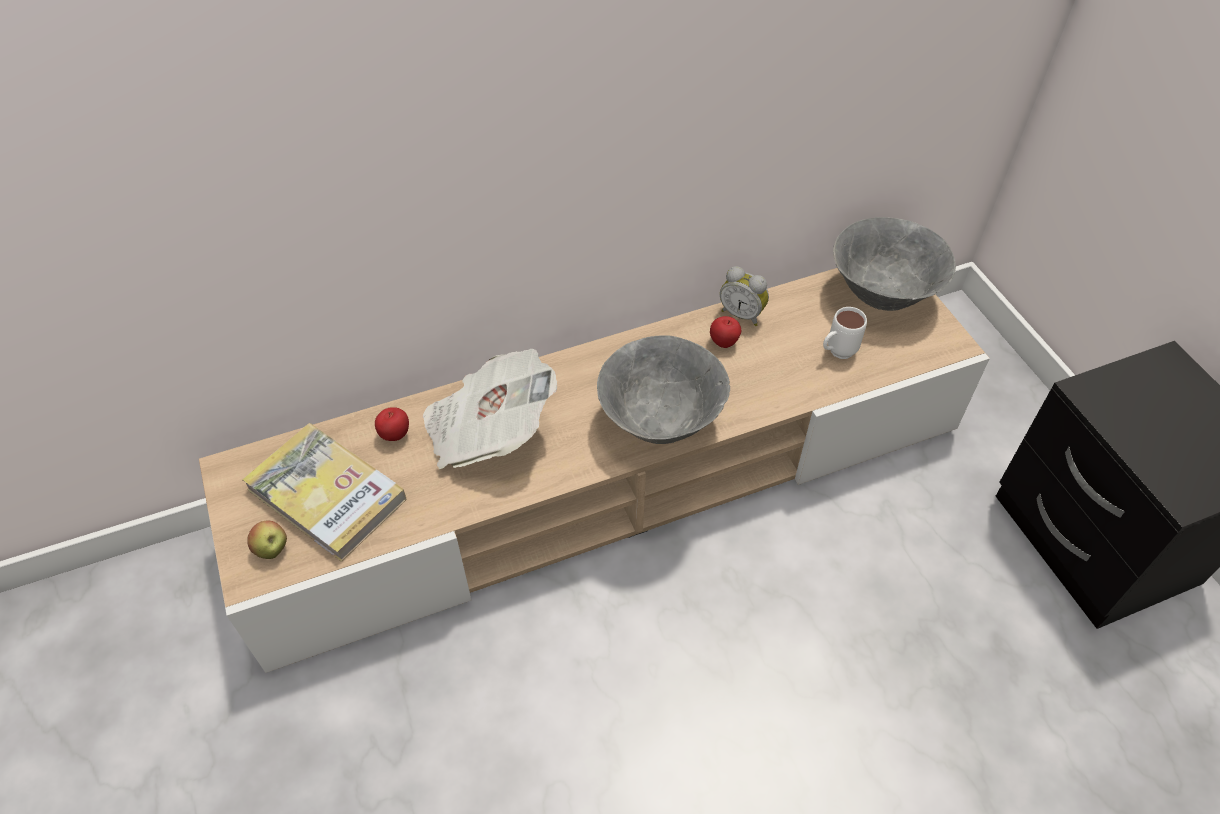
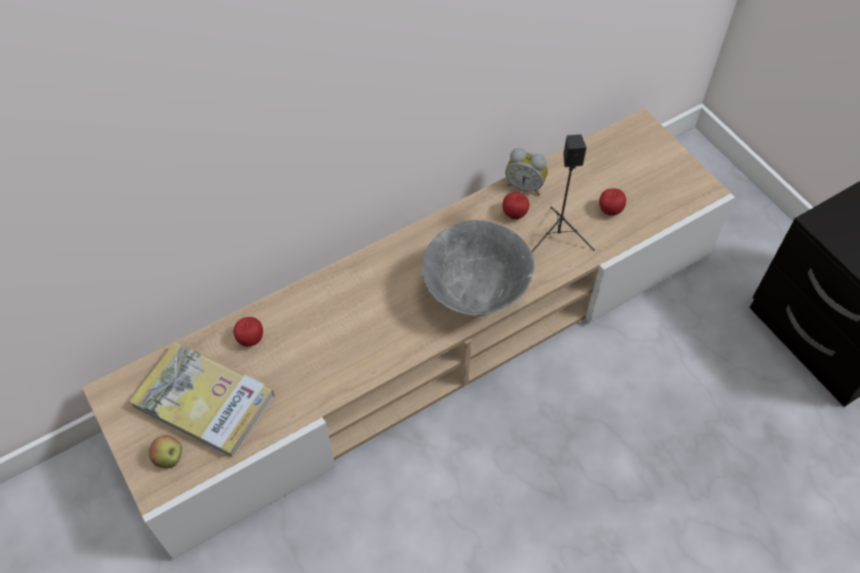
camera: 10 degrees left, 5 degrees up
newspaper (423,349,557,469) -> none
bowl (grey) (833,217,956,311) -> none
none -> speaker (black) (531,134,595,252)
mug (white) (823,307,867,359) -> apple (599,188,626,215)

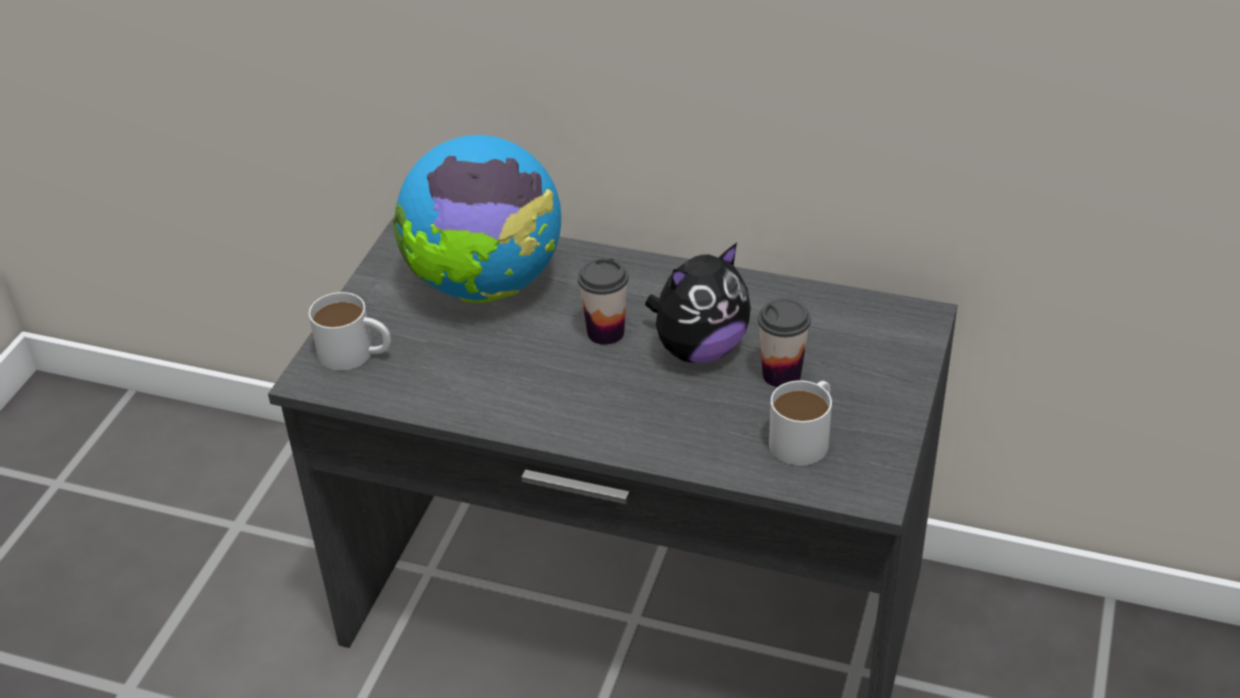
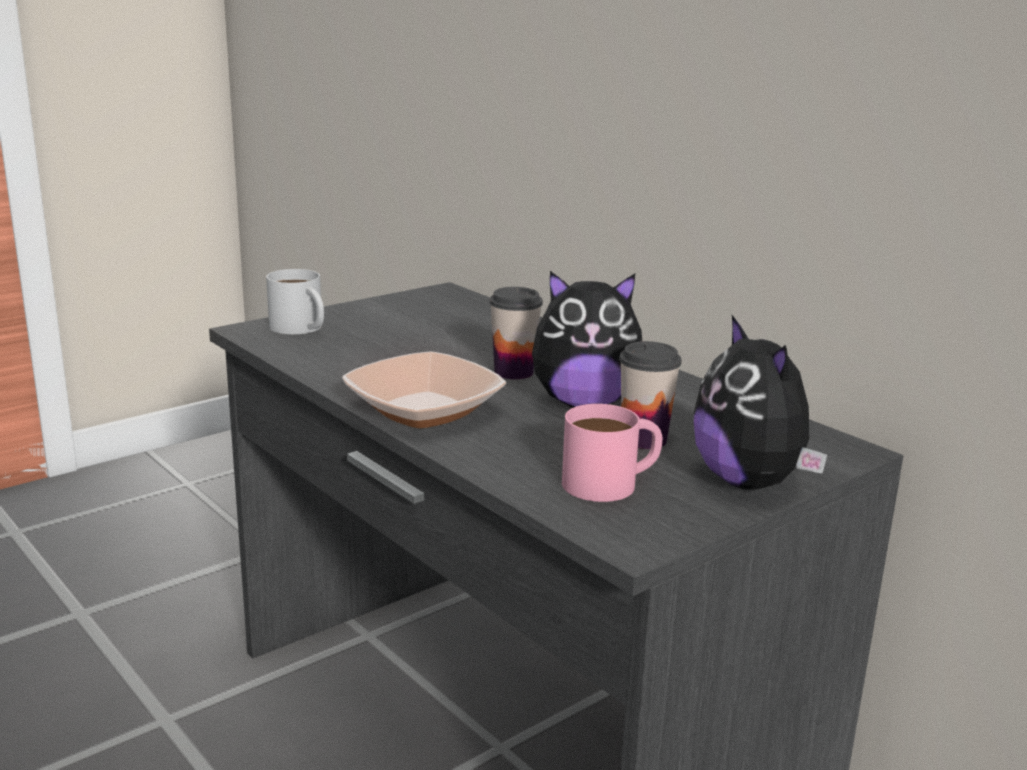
camera: 30 degrees right, 20 degrees down
globe (393,135,561,303) -> none
none -> bowl (342,351,506,428)
none -> plush toy (694,315,827,490)
mug (white) (769,380,832,466) -> mug (pink) (562,404,662,502)

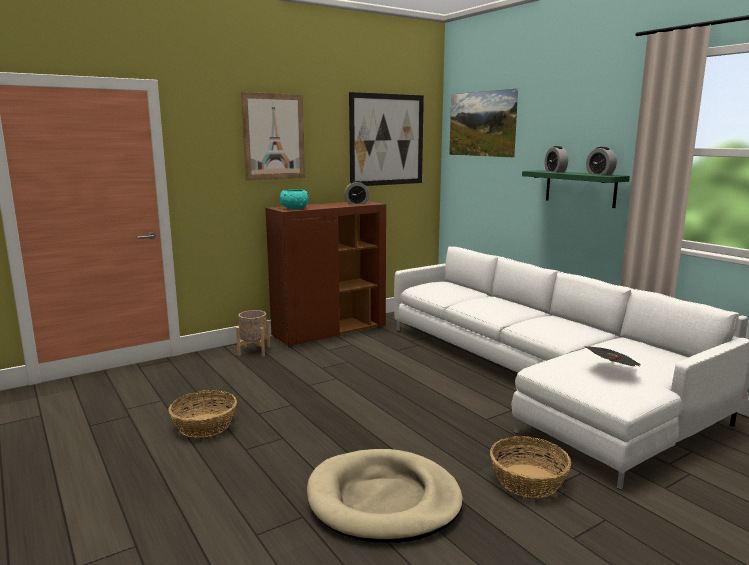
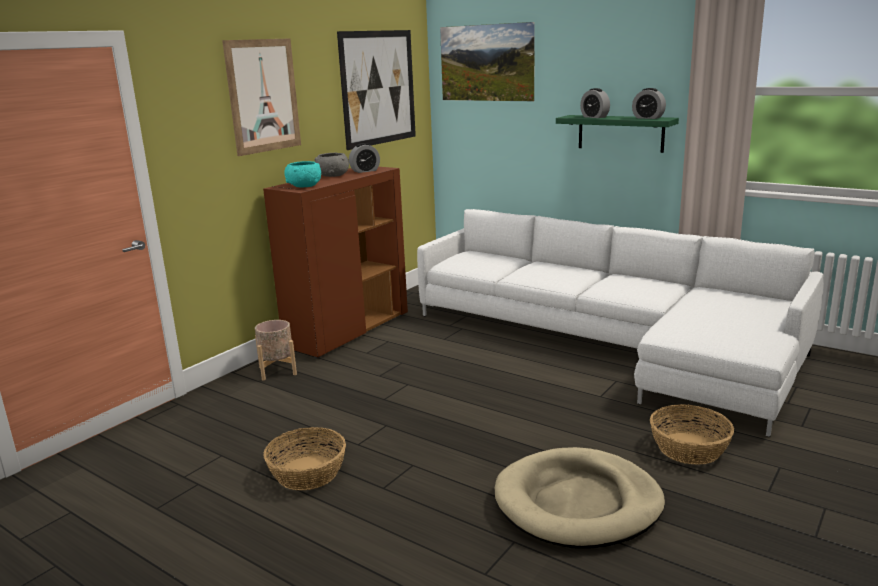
camera: 20 degrees left, 5 degrees up
newspaper (584,346,641,367) -> none
none -> bowl (grey) (315,153,349,177)

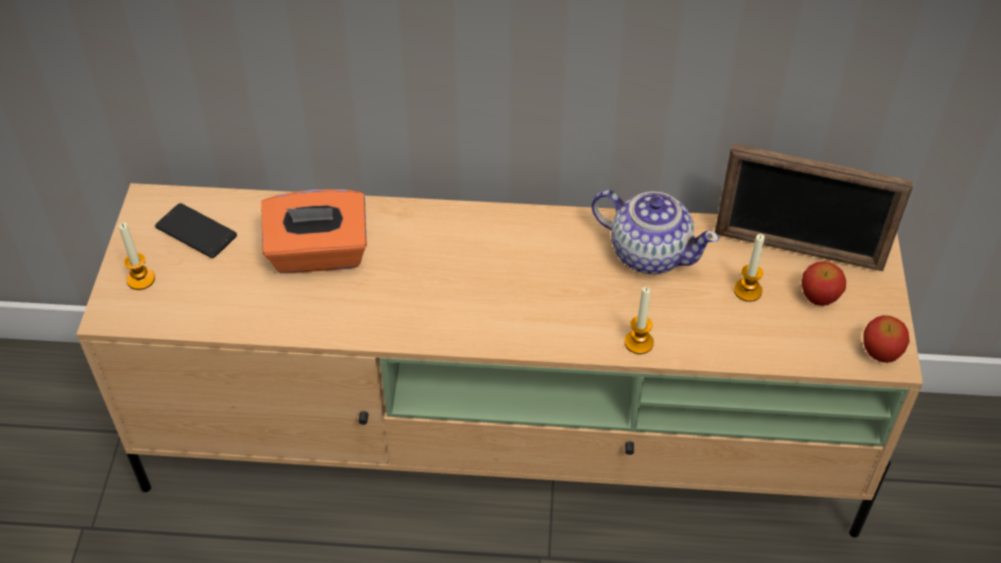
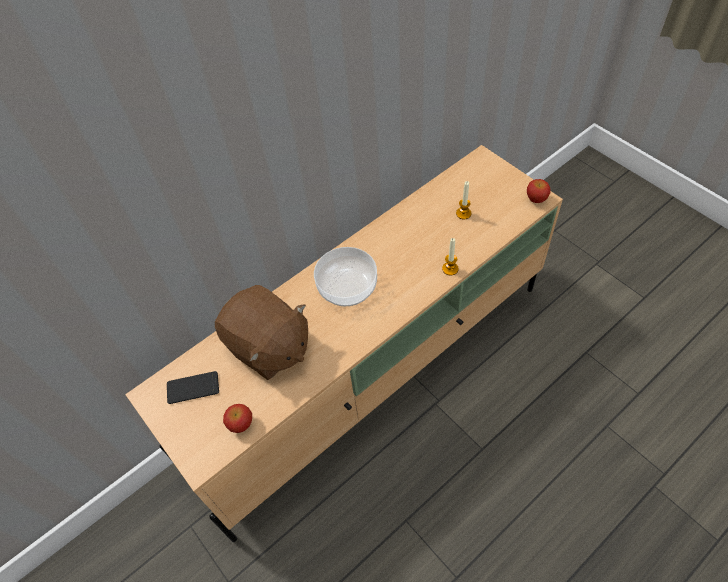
camera: 40 degrees left, 5 degrees up
candle (119,222,155,290) -> none
teapot (591,190,719,274) -> none
picture frame (715,143,914,271) -> none
none -> bowl (314,247,377,306)
apple (802,261,846,306) -> apple (223,404,252,433), shifted
tissue box (orange) (261,189,367,273) -> plush toy (brown) (215,285,308,380)

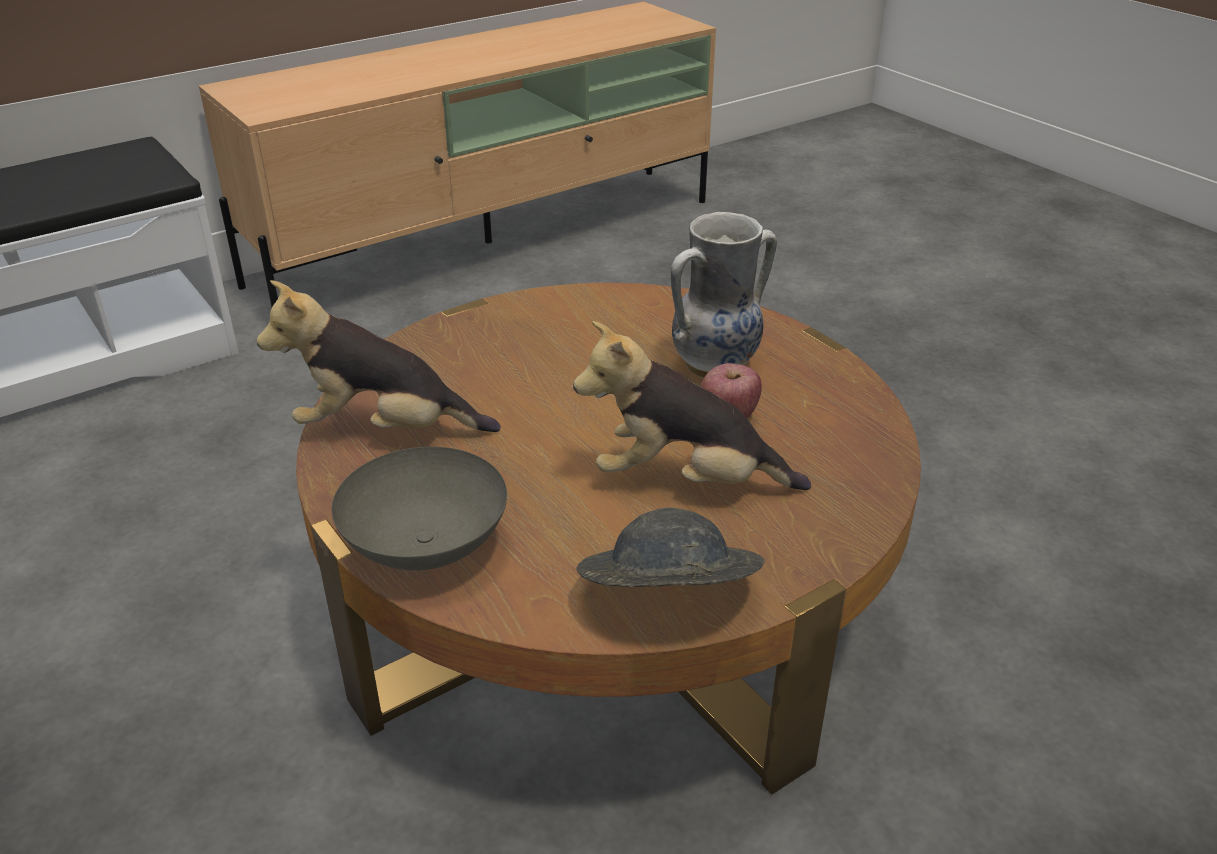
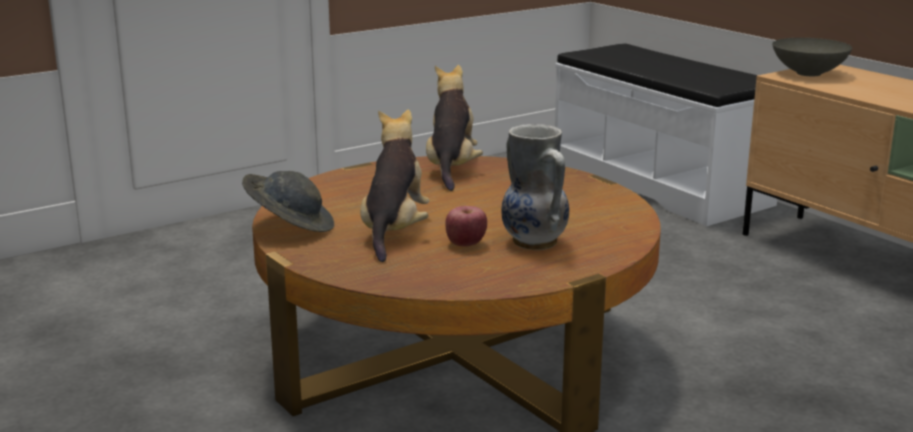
camera: 90 degrees right, 15 degrees down
bowl (grey) (332,447,507,570) -> bowl (grey) (772,38,852,76), shifted

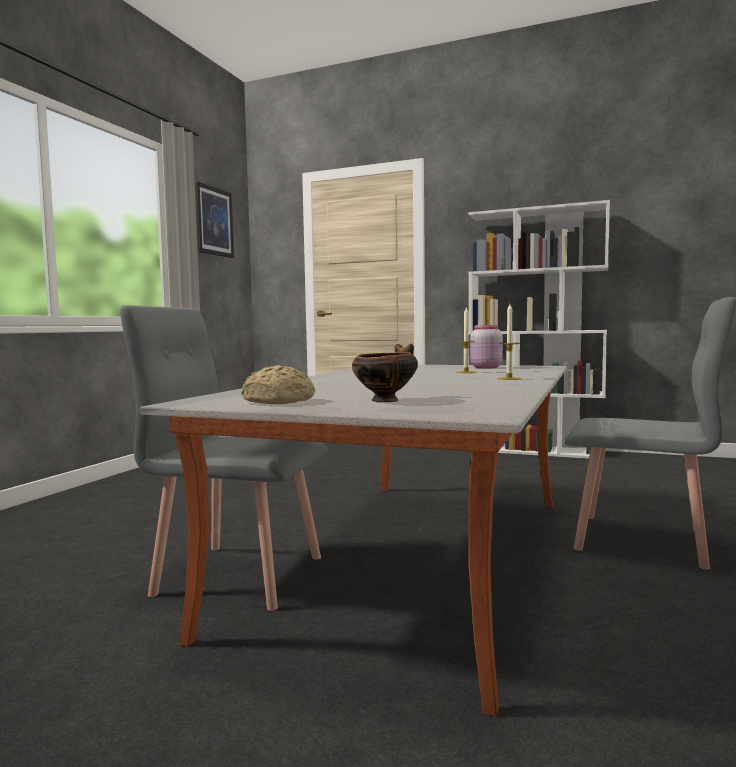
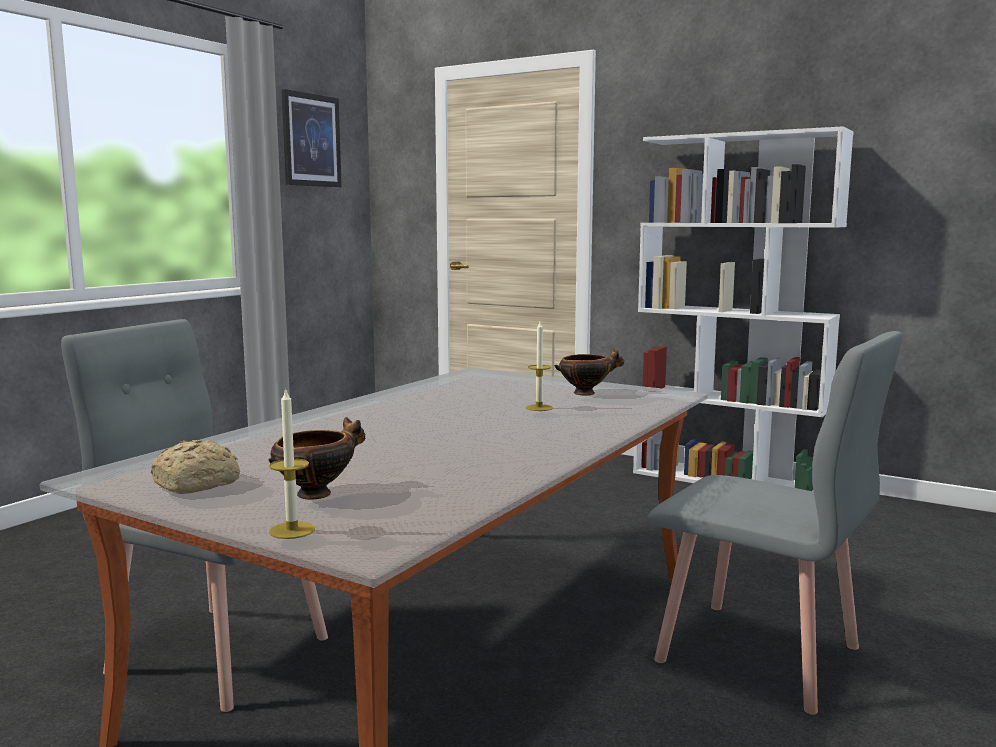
camera: 10 degrees right, 5 degrees up
candle (497,304,521,380) -> candle (269,387,315,539), shifted
jar (pink) (470,325,503,369) -> bowl (554,349,624,396)

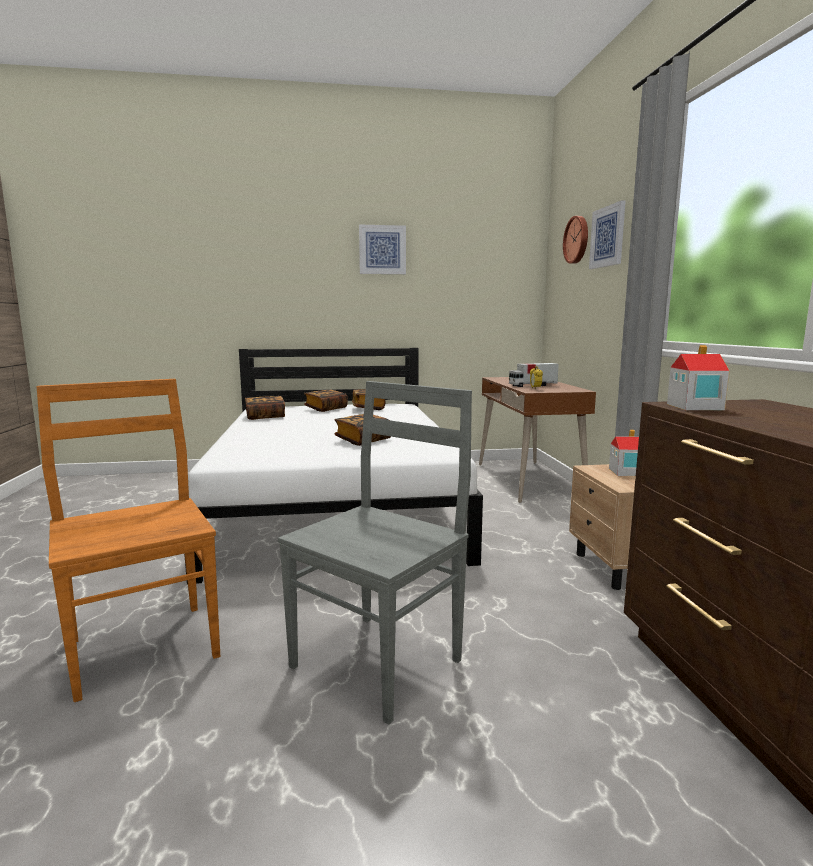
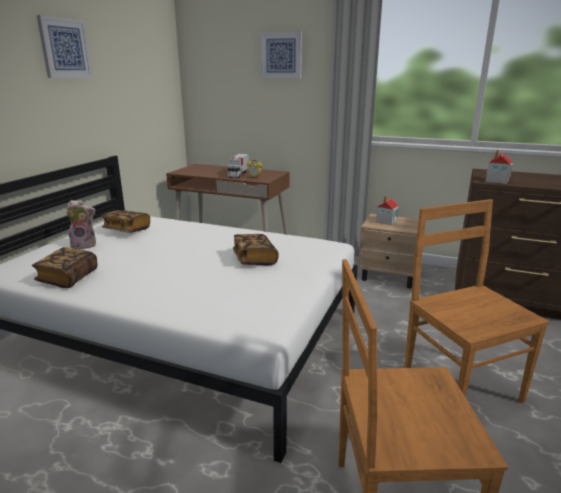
camera: 60 degrees left, 10 degrees up
wall clock (563,216,588,264) -> none
book (304,389,348,412) -> plush toy (66,200,96,249)
chair (grey) (278,381,472,725) -> chair (brown) (404,199,550,403)

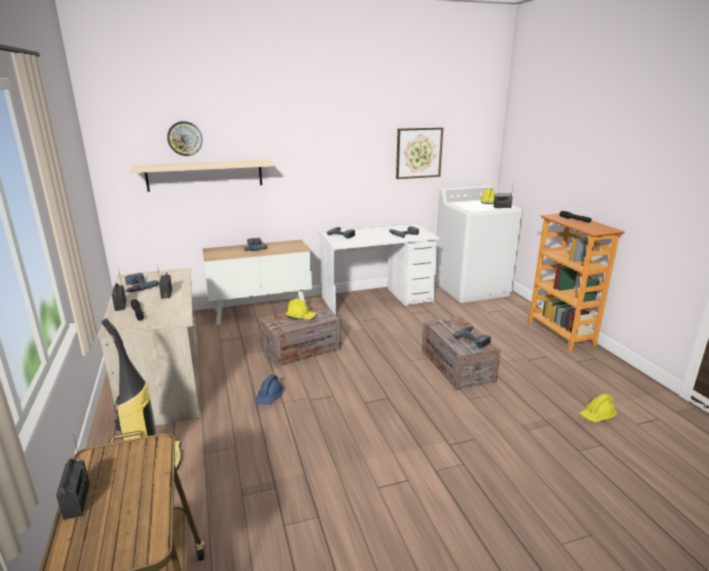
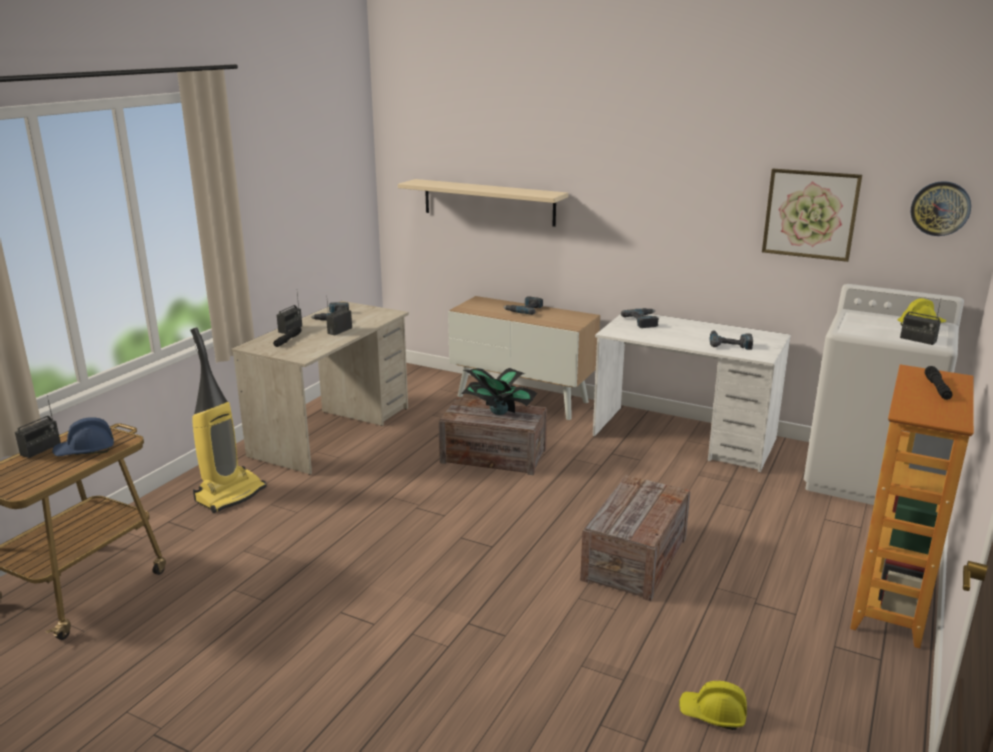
camera: 45 degrees right, 0 degrees up
power drill (453,326,491,348) -> none
wall clock (167,121,203,156) -> wall clock (910,181,971,236), shifted
hard hat (blue) (254,375,284,405) -> hard hat (blue) (52,417,114,456), shifted
hard hat (yellow) (286,299,317,319) -> potted plant (461,368,537,415)

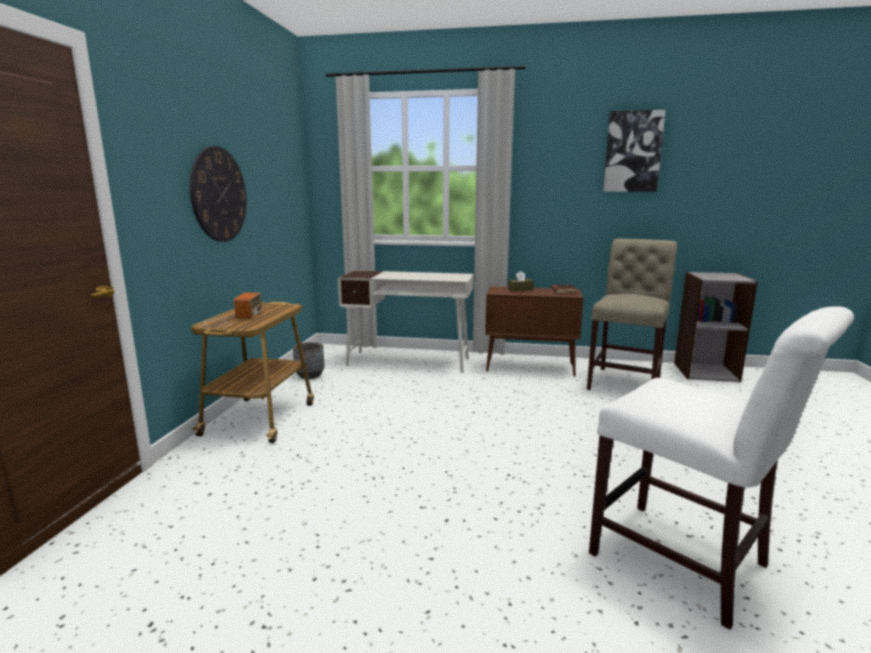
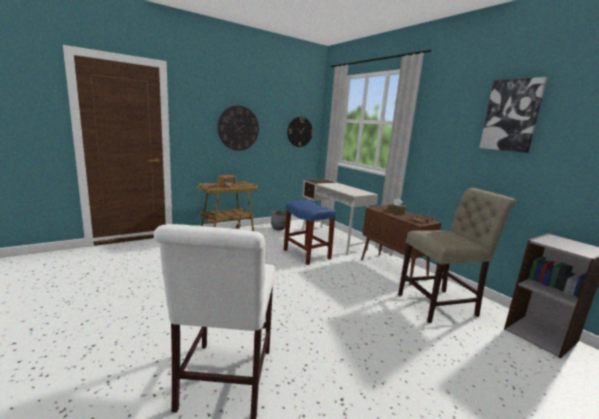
camera: 45 degrees right, 0 degrees up
none -> stool (blue) (284,200,336,265)
none -> wall clock (287,117,313,147)

